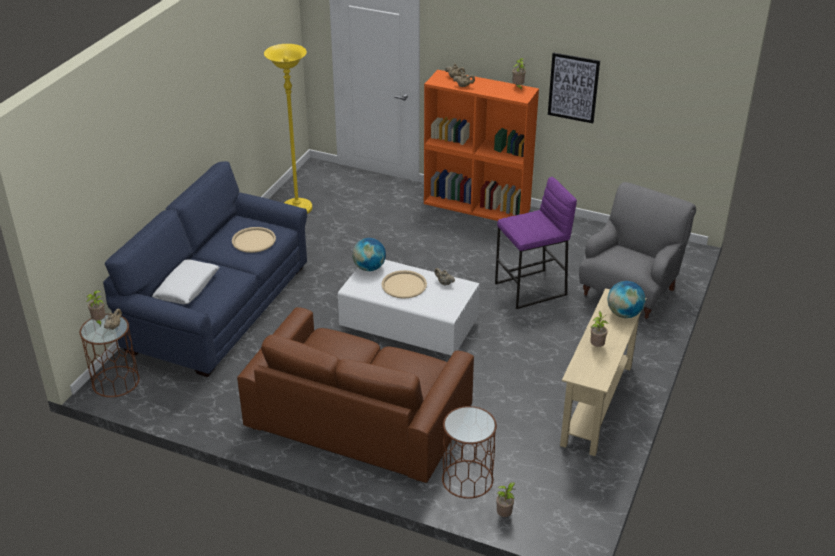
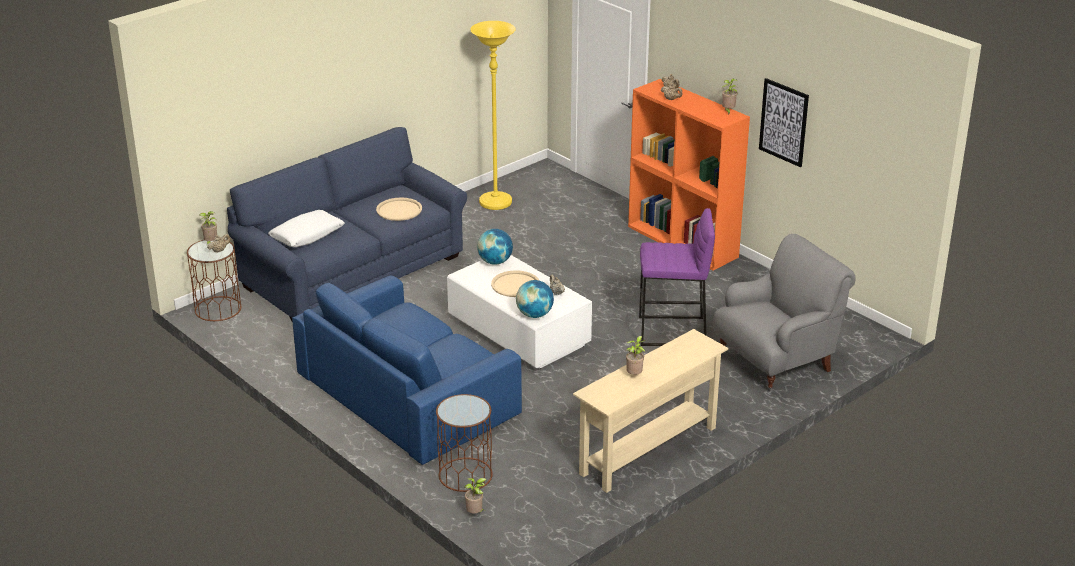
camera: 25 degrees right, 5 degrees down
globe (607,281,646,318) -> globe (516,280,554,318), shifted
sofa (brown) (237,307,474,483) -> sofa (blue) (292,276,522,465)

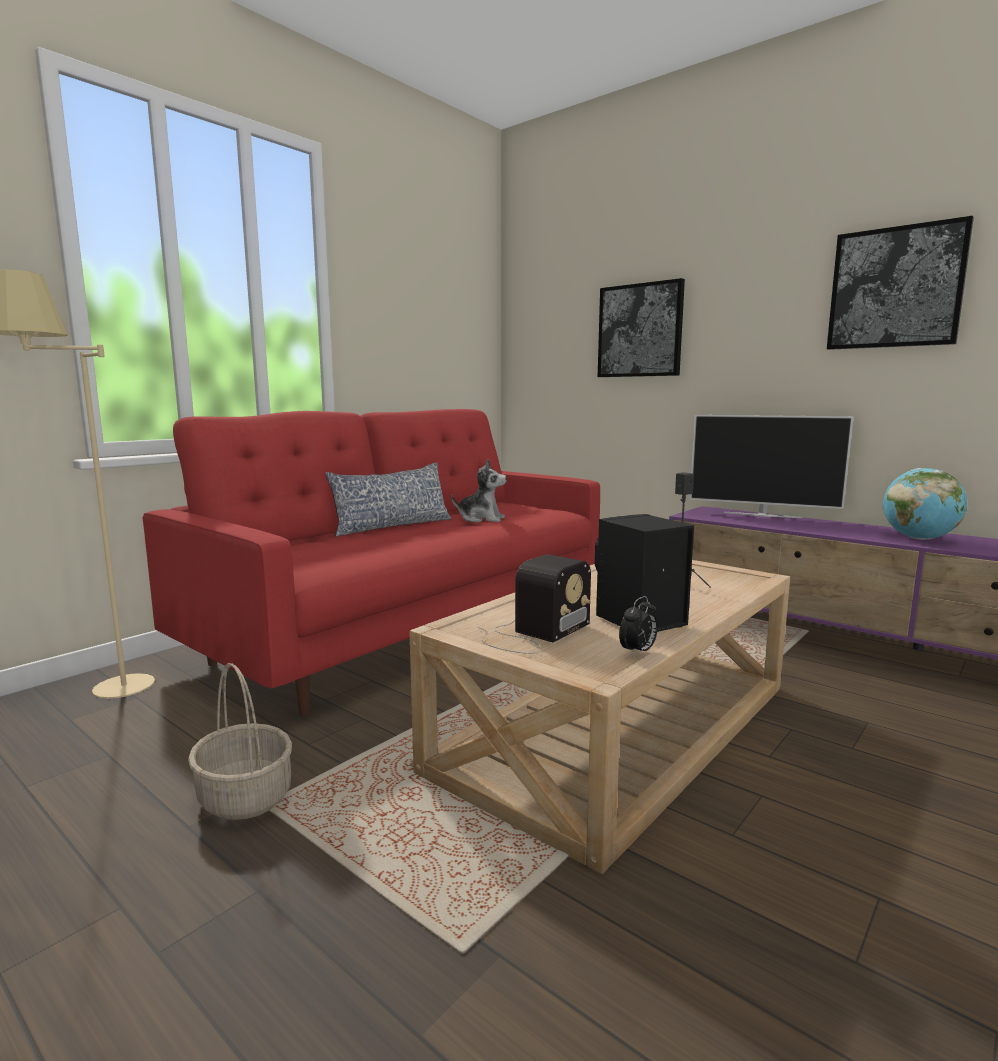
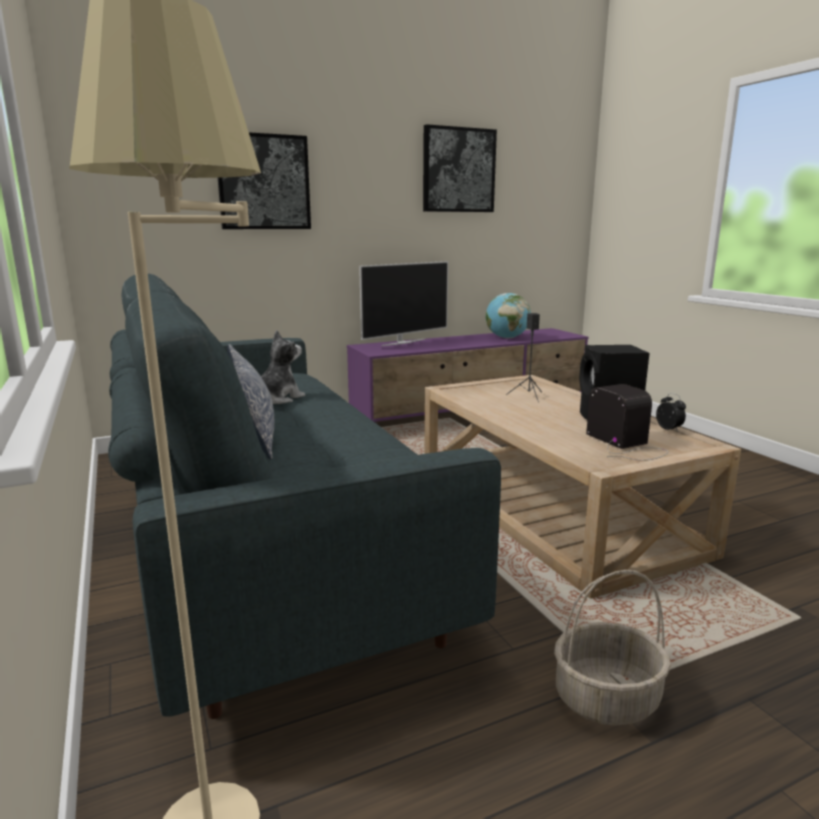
camera: 65 degrees left, 5 degrees up
sofa (red) (143,409,600,716) -> sofa (grey) (108,274,501,719)

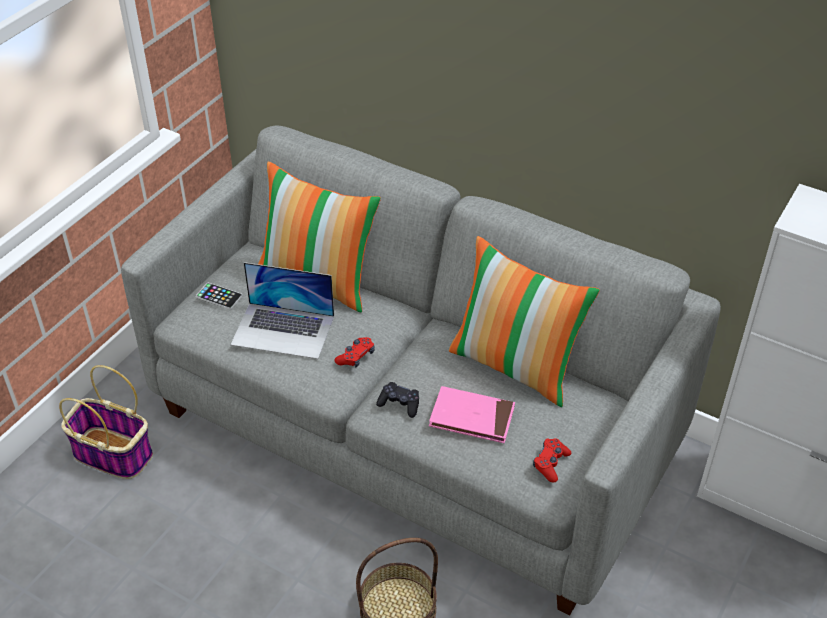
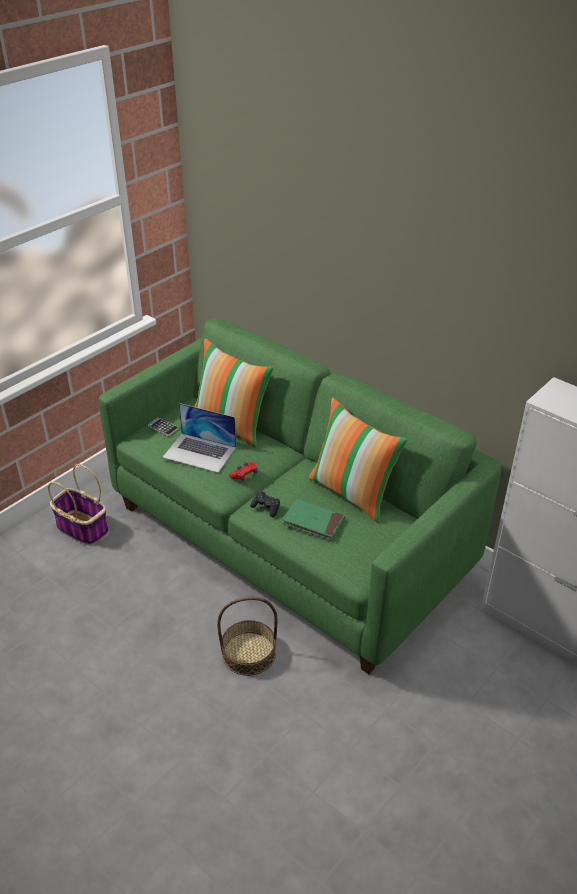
camera: 10 degrees right, 5 degrees down
game controller (red) (533,439,571,482) -> none
sofa (grey) (121,125,721,616) -> sofa (green) (98,319,502,674)
book (pink) (429,386,515,443) -> book (green) (282,499,345,541)

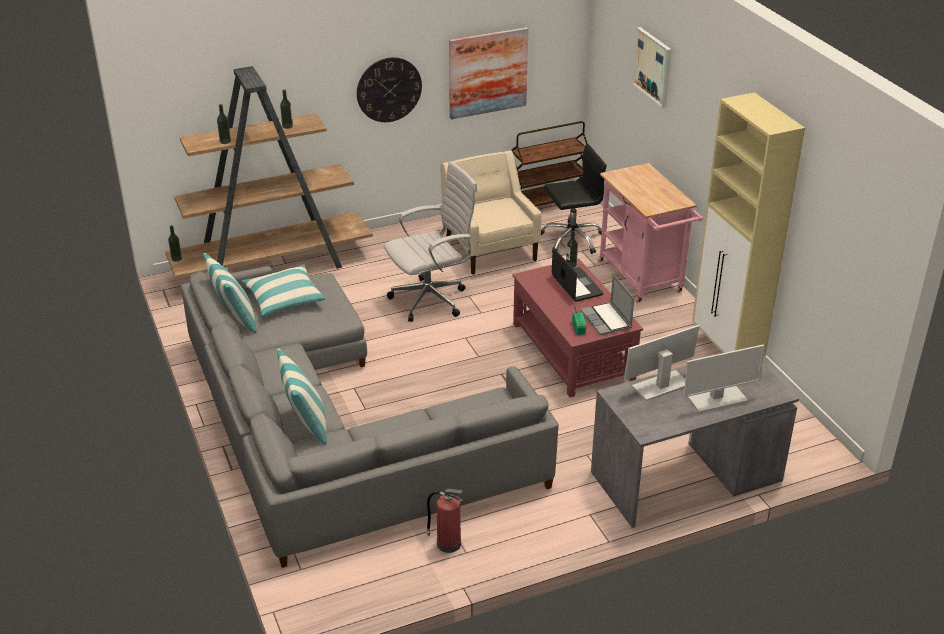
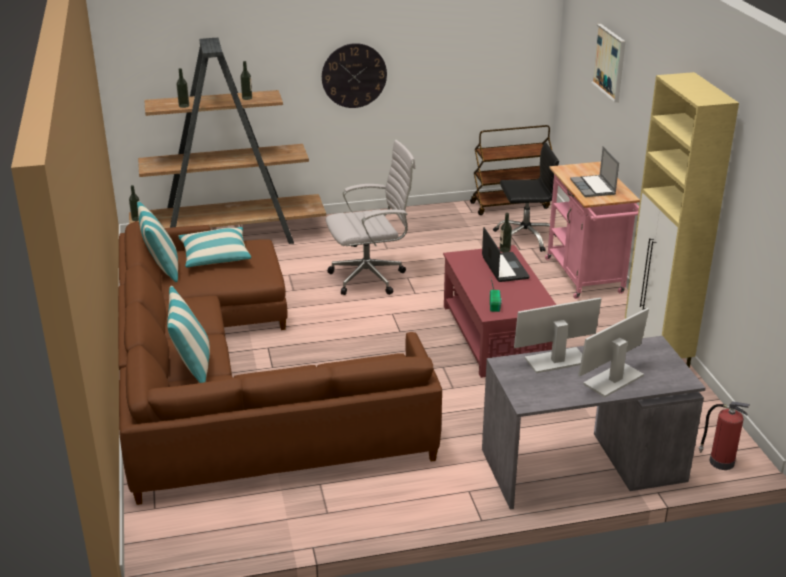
camera: 10 degrees right, 5 degrees down
armchair (beige) (440,150,541,274) -> none
picture (449,27,528,119) -> none
fire extinguisher (426,489,463,553) -> fire extinguisher (699,402,750,470), shifted
laptop (581,274,634,335) -> laptop (570,146,619,197), shifted
sofa (grey) (181,266,559,568) -> sofa (brown) (118,221,442,505)
monitor (684,344,765,413) -> monitor (578,308,649,397), 150 degrees clockwise

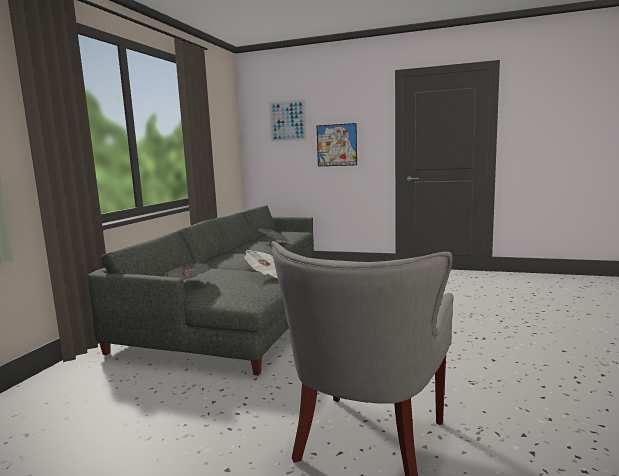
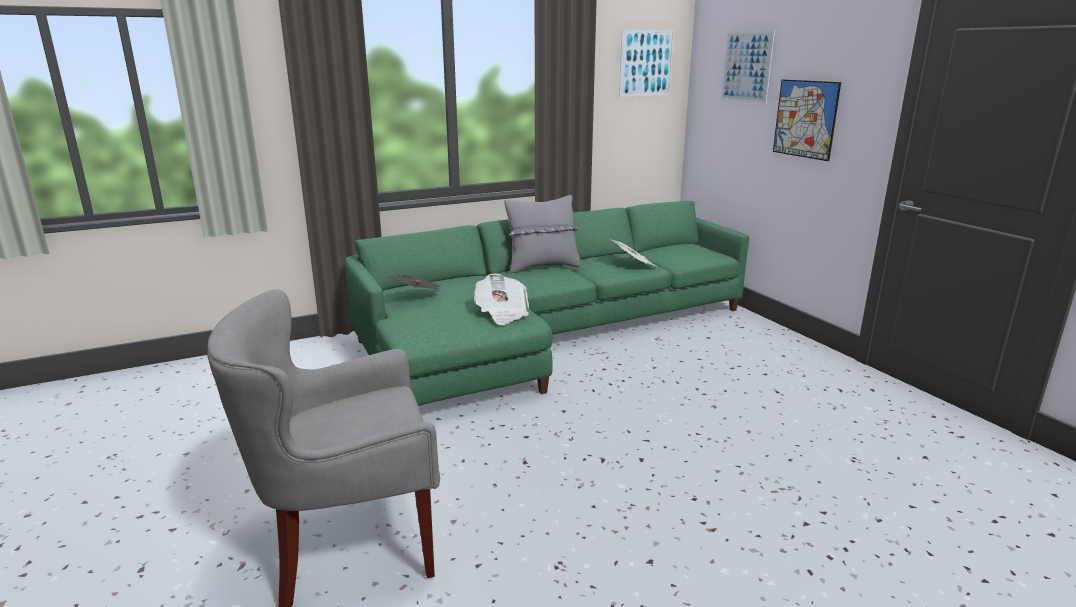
camera: 45 degrees right, 10 degrees up
none -> pillow (grey) (504,195,581,273)
none -> picture (619,30,675,97)
sofa (grey) (87,205,314,376) -> sofa (green) (345,201,749,406)

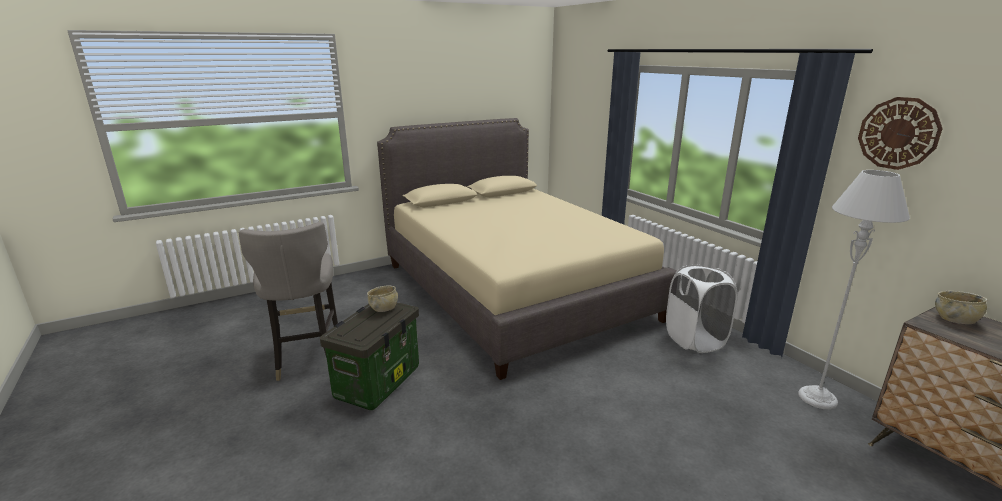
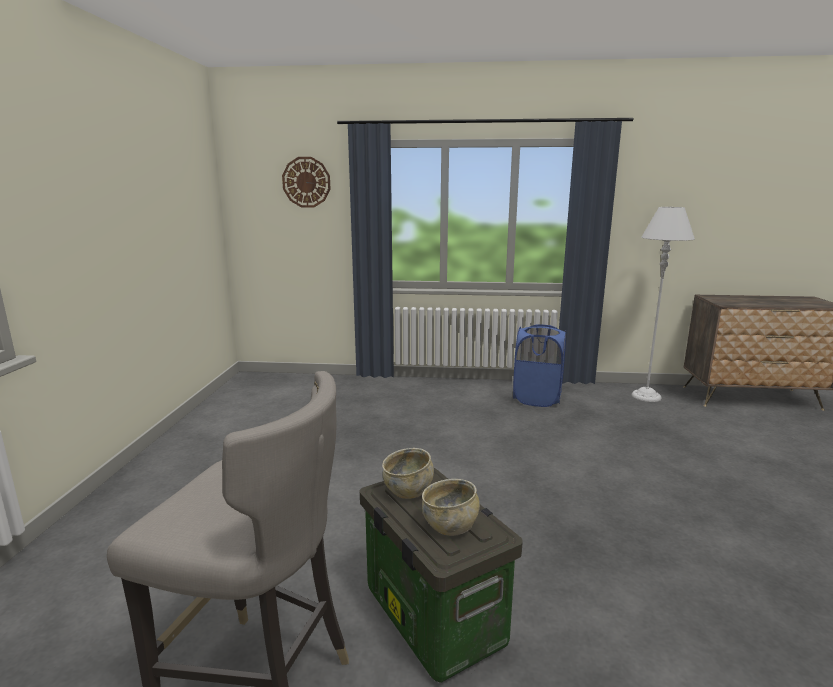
camera: 55 degrees left, 5 degrees down
bed (beige) (377,118,677,380) -> none
wall clock (858,97,943,170) -> wall clock (282,157,330,208), shifted
bowl (beige) (935,291,987,324) -> bowl (beige) (422,479,480,536), shifted
laundry basket (white) (666,264,737,353) -> laundry basket (blue) (513,324,566,407)

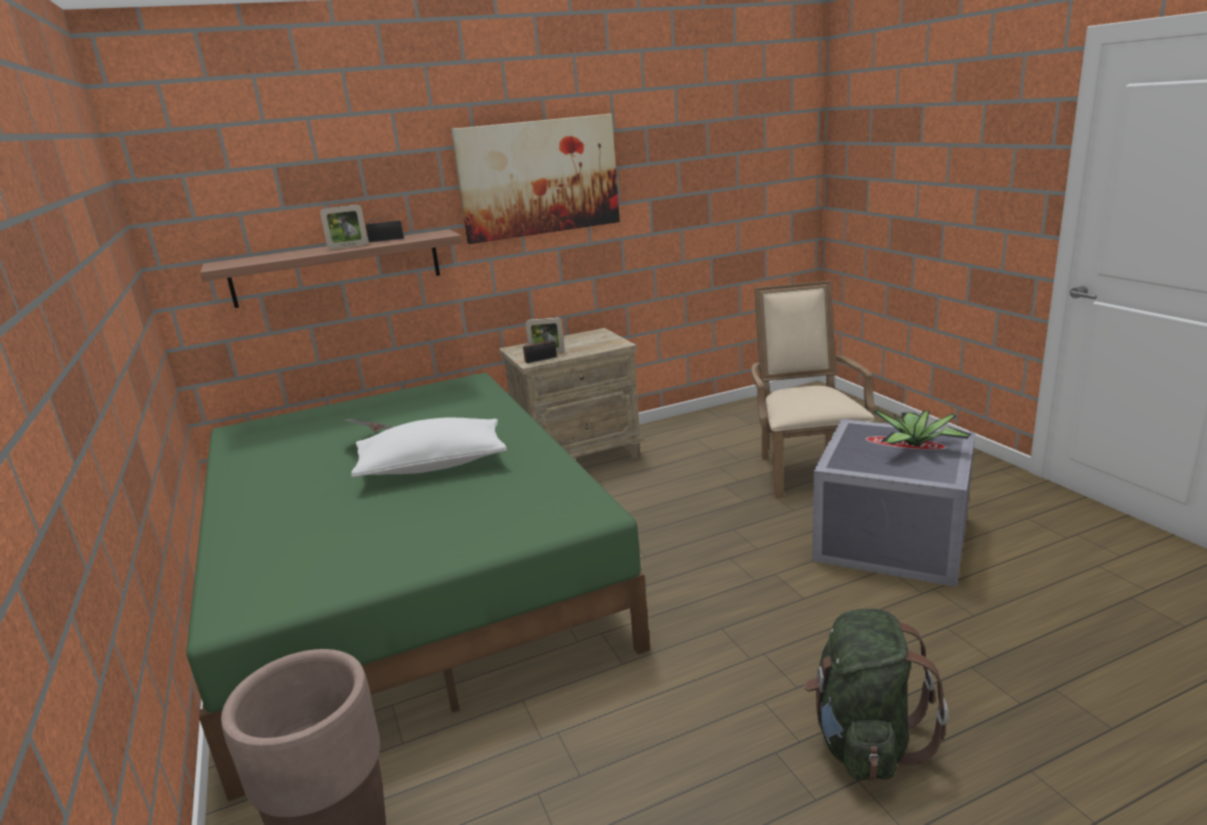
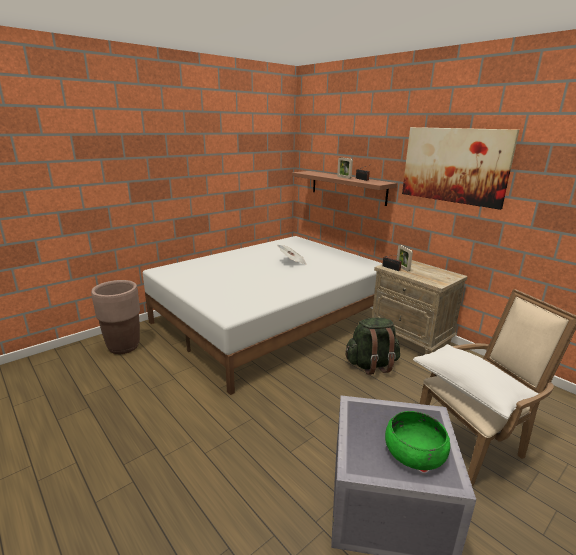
camera: 70 degrees right, 0 degrees up
pillow (white) (351,417,507,477) -> pillow (white) (413,344,539,420), shifted
backpack (green) (804,608,948,781) -> backpack (green) (345,318,400,375), shifted
potted plant (874,409,972,447) -> bowl (green) (385,411,450,470)
bed (green) (186,373,650,801) -> bed (white) (143,236,383,395)

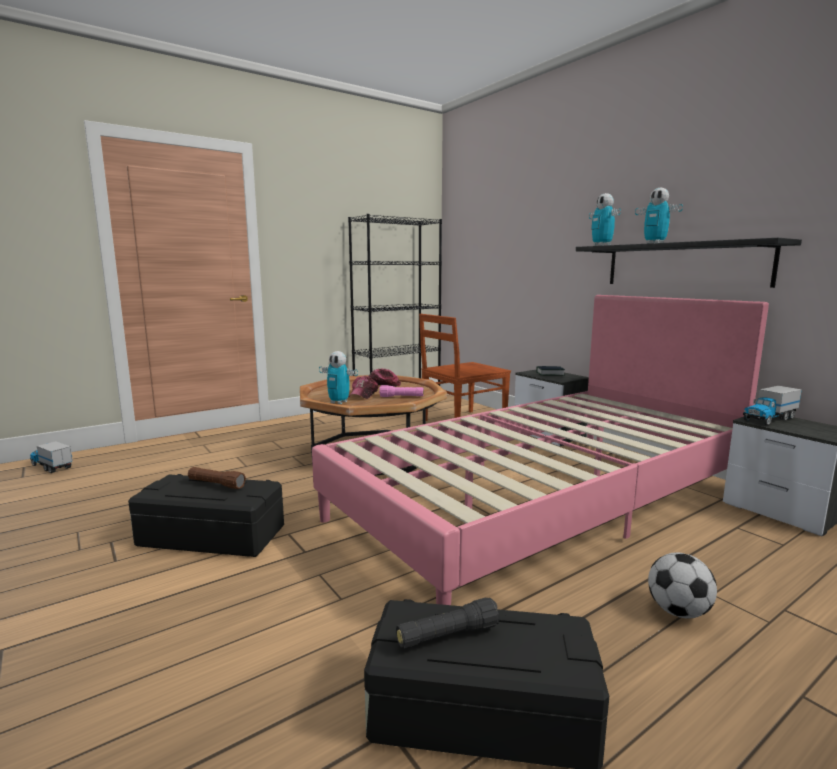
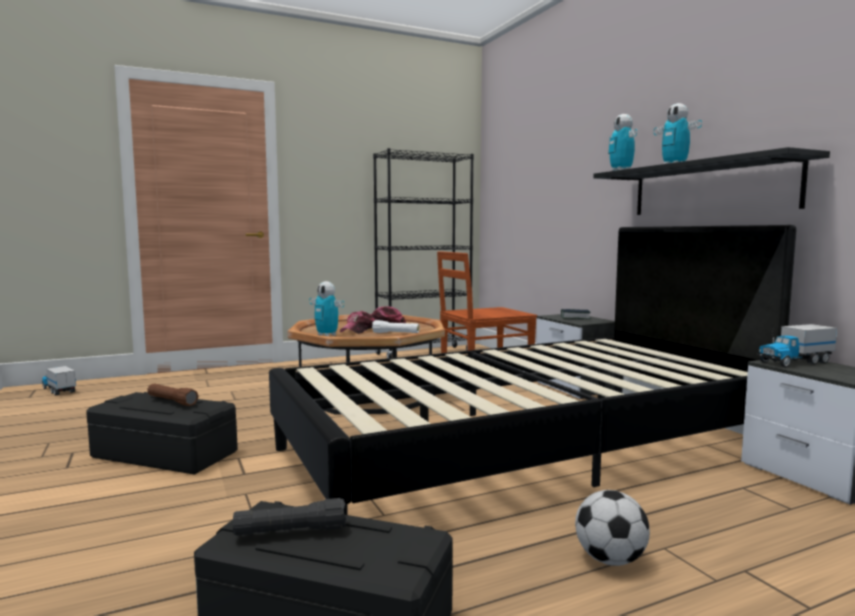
camera: 10 degrees right, 5 degrees down
bed (pink) (312,295,769,605) -> bed (black) (269,225,796,515)
flashlight (pink) (379,385,424,397) -> flashlight (white) (372,320,420,333)

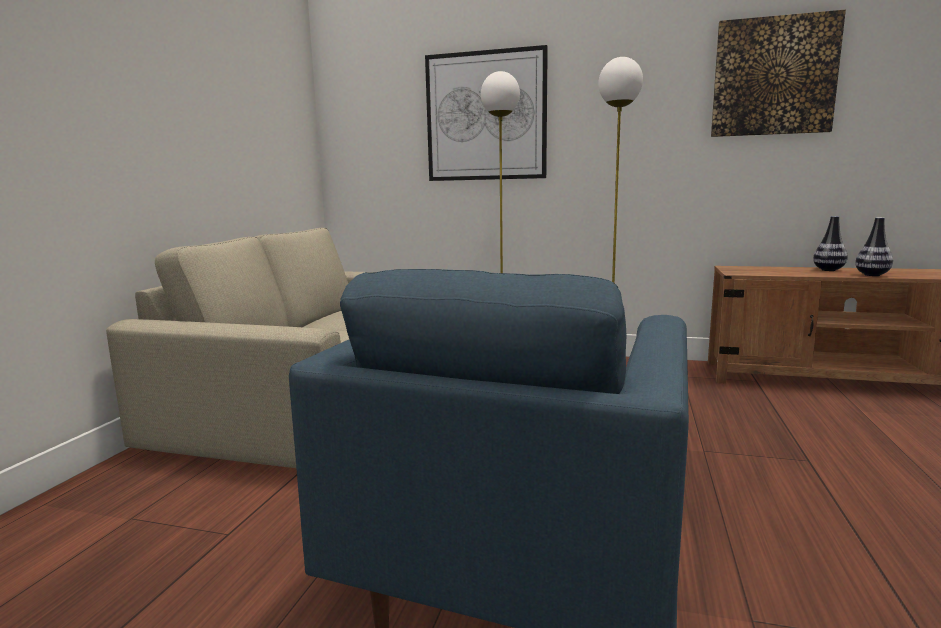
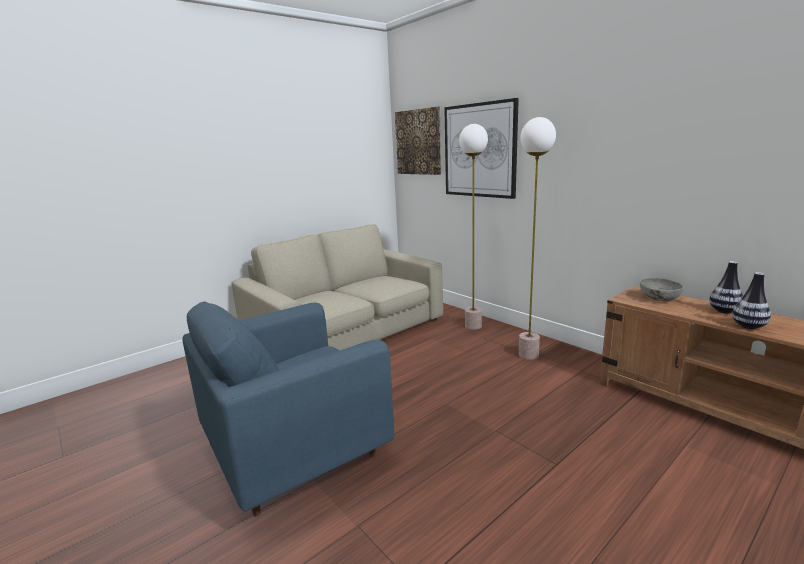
camera: 35 degrees right, 5 degrees up
none -> bowl (grey) (640,278,684,301)
picture (711,10,846,137) -> picture (395,107,441,175), shifted

